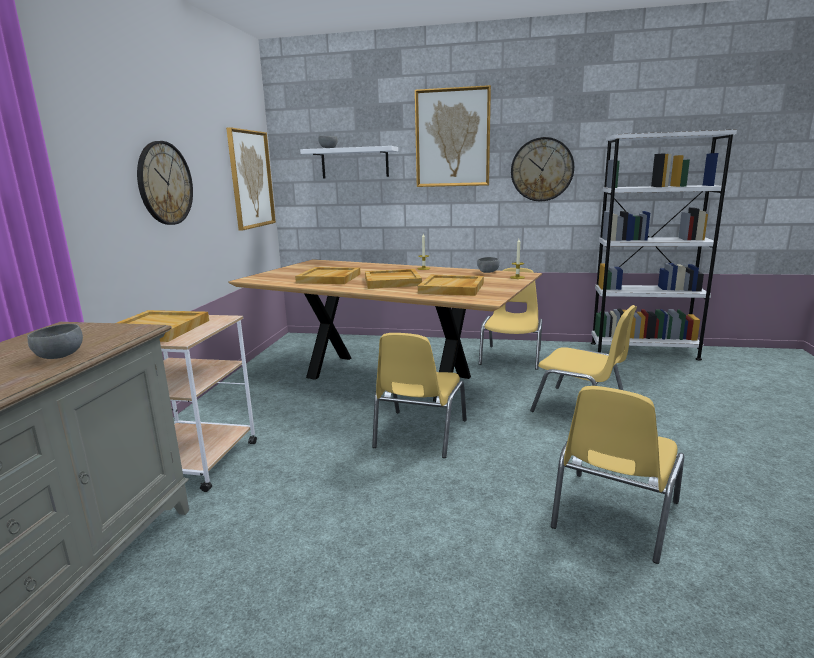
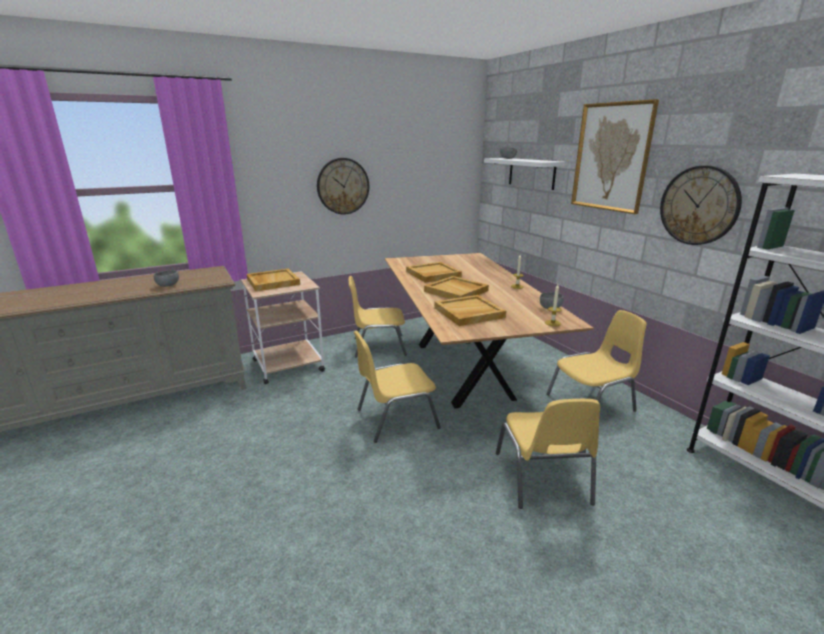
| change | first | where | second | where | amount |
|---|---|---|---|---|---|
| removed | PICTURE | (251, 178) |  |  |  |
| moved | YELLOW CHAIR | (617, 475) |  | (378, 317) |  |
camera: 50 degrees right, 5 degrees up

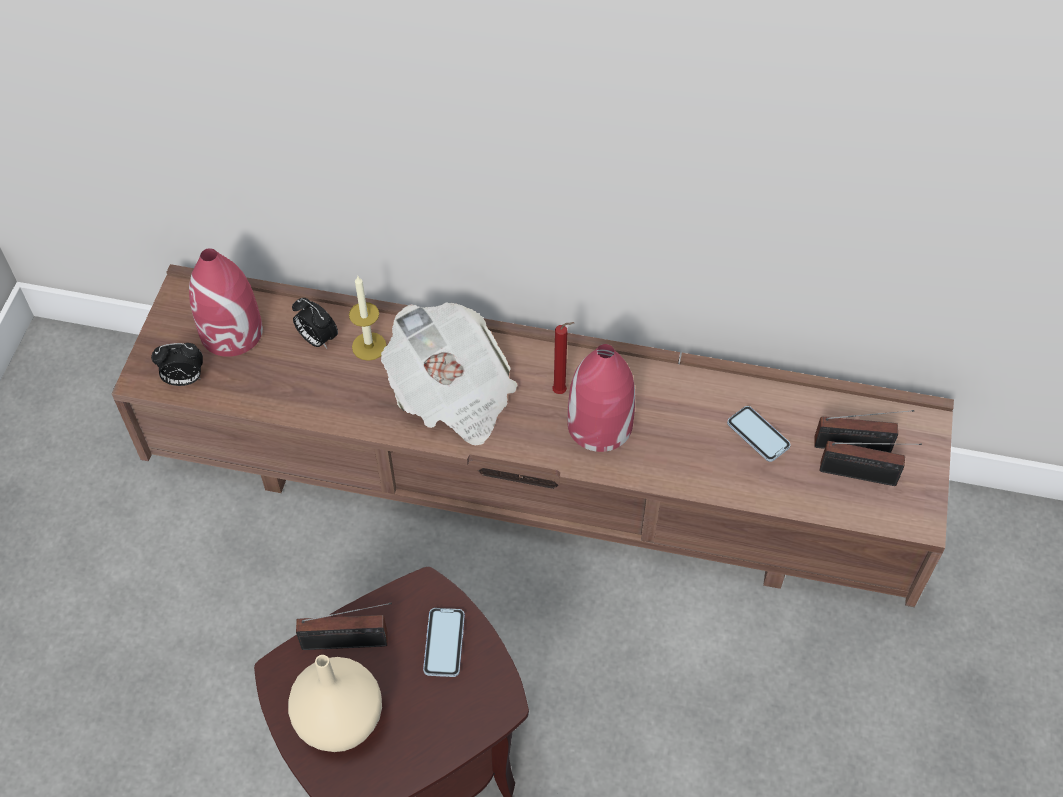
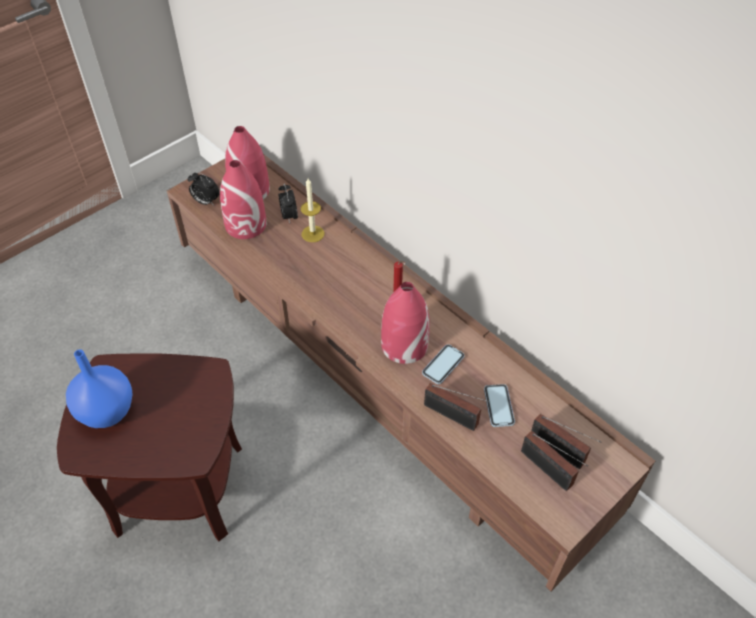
| change | first | where | second | where | amount |
|---|---|---|---|---|---|
| removed | NEWSPAPER | (449, 374) |  |  |  |
| added |  |  | RED VASE | (243, 199) |  |
| moved | RADIO | (344, 626) |  | (456, 407) |  |
| moved | PHONE | (444, 642) |  | (443, 364) |  |
| recoloured | BEIGE VASE | (335, 703) | BLUE VASE | (99, 388) |  |
camera: 35 degrees right, 5 degrees down

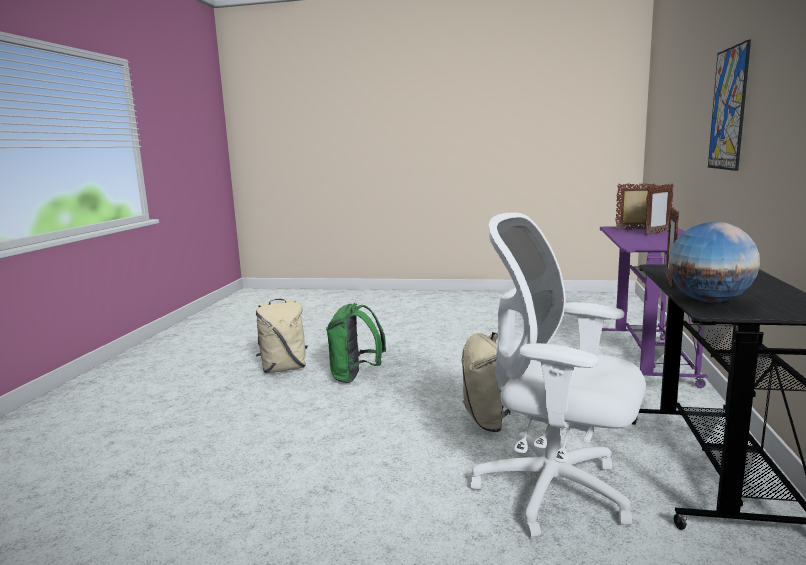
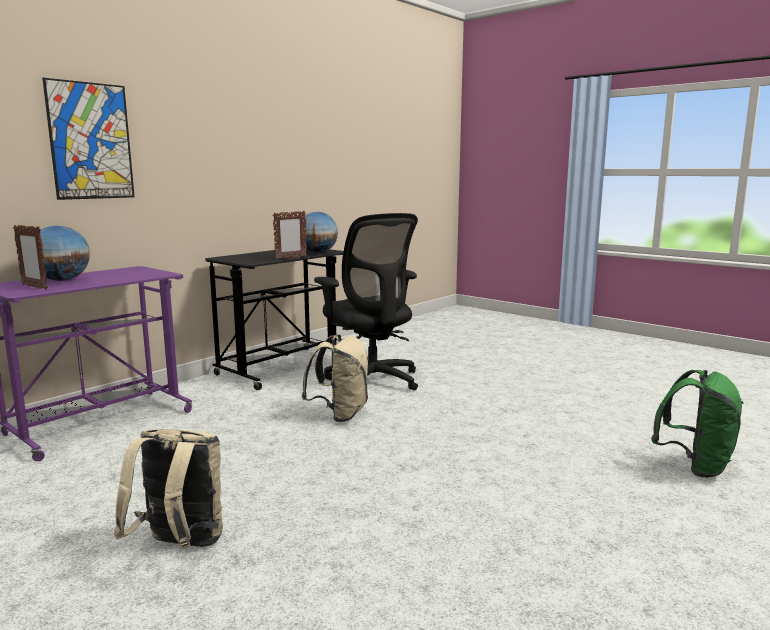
| change | first | where | second | where | amount |
|---|---|---|---|---|---|
| moved | BEIGE BACKPACK | (282, 336) |  | (168, 489) |  |
| moved | GREEN BACKPACK | (356, 343) |  | (697, 424) |  |
| replaced | PICTURE FRAME | (659, 209) | GLOBE | (65, 253) |  |
| recoloured | WHITE OFFICE CHAIR | (558, 374) | BLACK OFFICE CHAIR | (366, 302) |  |
camera: 150 degrees left, 0 degrees up

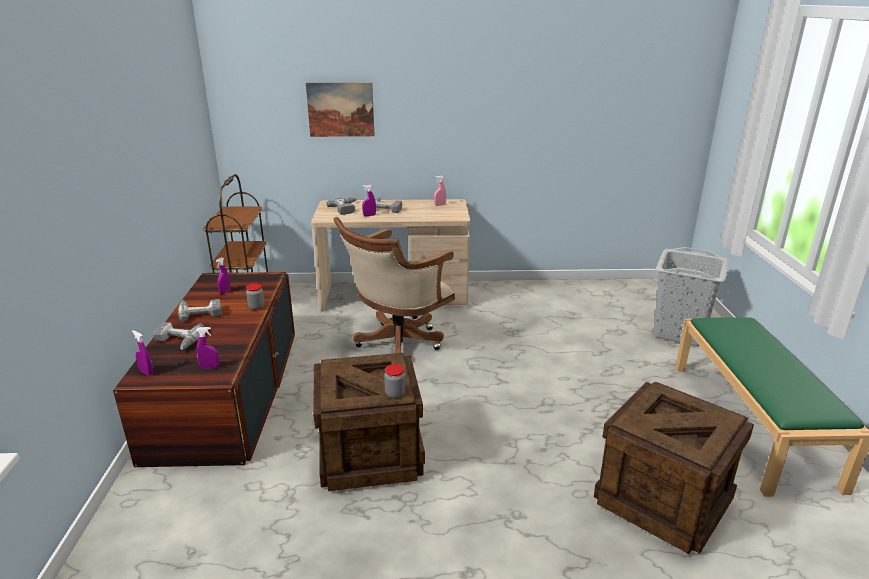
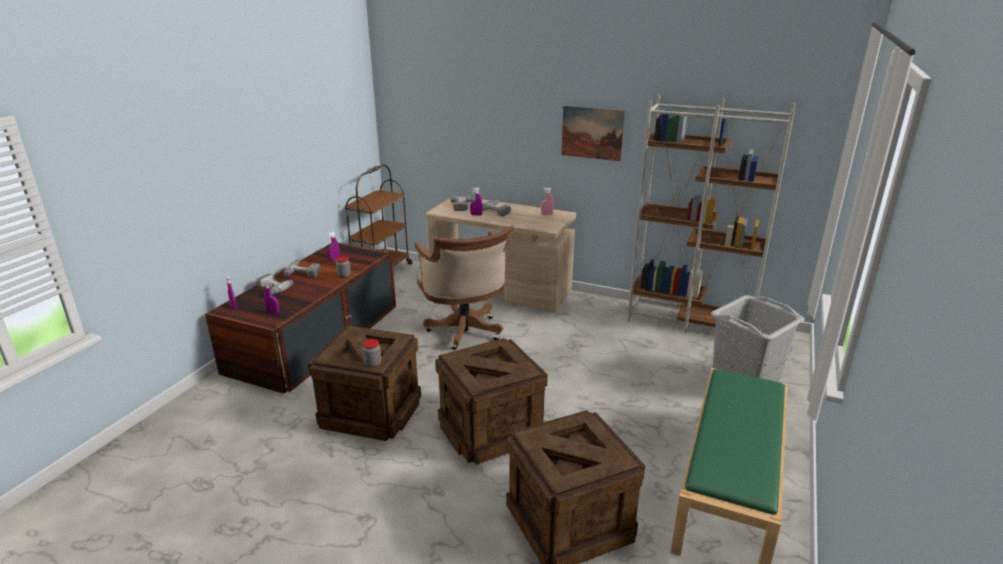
| change | first | where | second | where | amount |
|---|---|---|---|---|---|
| added |  |  | CRATE | (491, 401) |  |
| added |  |  | BROWN BOOKCASE | (711, 213) |  |
| moved | PICTURE | (340, 110) |  | (593, 133) |  |
| turned | OFFICE CHAIR | (394, 285) |  | (464, 288) | 90 degrees counterclockwise |
camera: 25 degrees right, 0 degrees up

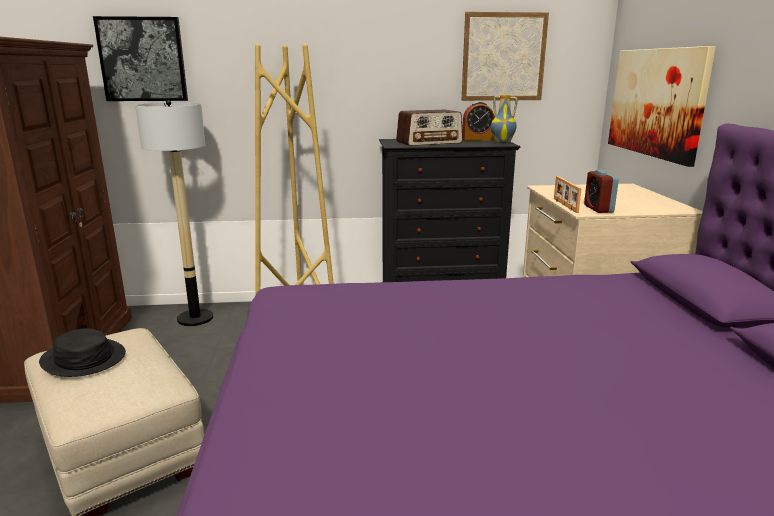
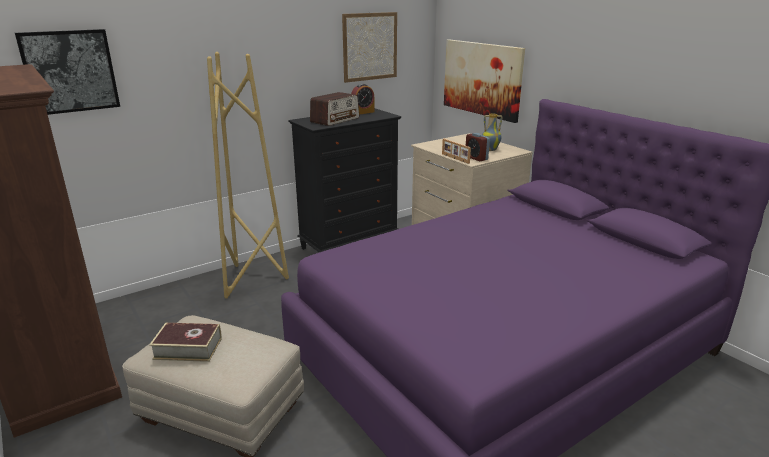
| change | first | where | second | where | amount |
|---|---|---|---|---|---|
| removed | FLOOR LAMP | (174, 213) |  |  |  |
| moved | VASE | (504, 119) |  | (492, 132) |  |
| replaced | BLACK HAT | (82, 352) | BOOK | (185, 342) |  |
camera: 30 degrees left, 5 degrees up

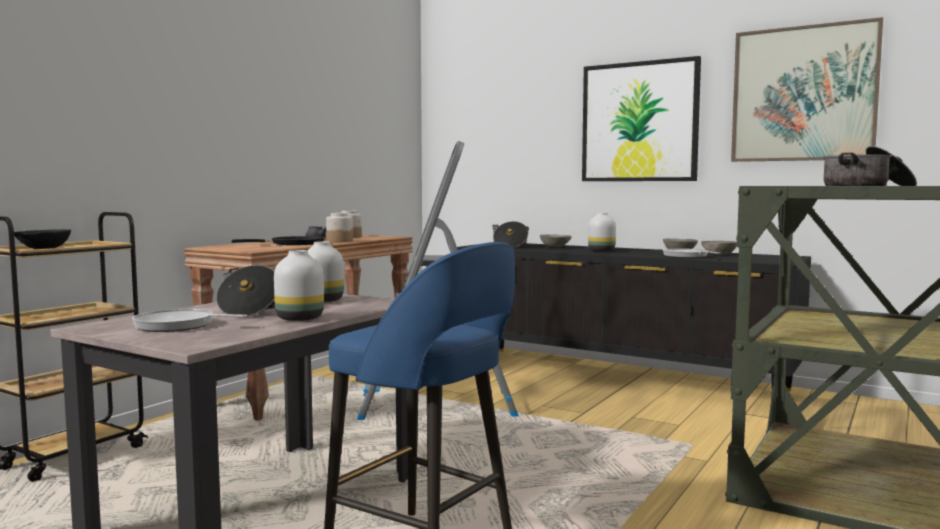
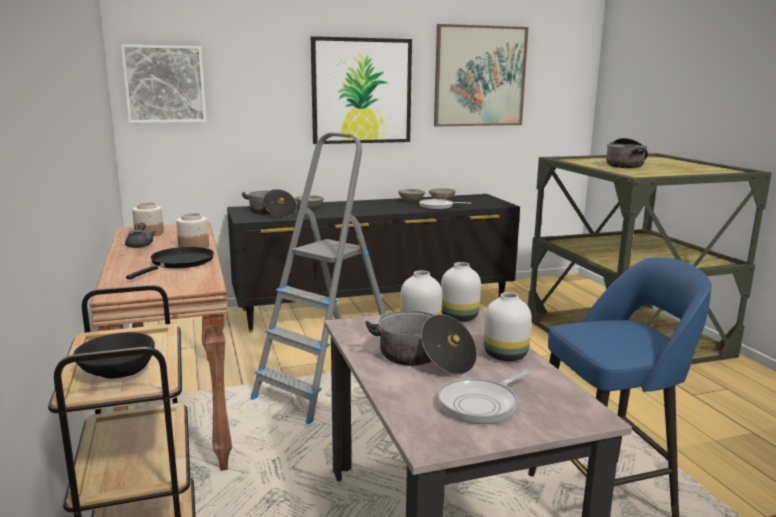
| change | first | where | second | where | amount |
|---|---|---|---|---|---|
| added |  |  | PICTURE | (163, 83) |  |
| moved | WHITE VASE | (602, 231) |  | (461, 292) |  |
camera: 50 degrees left, 10 degrees up

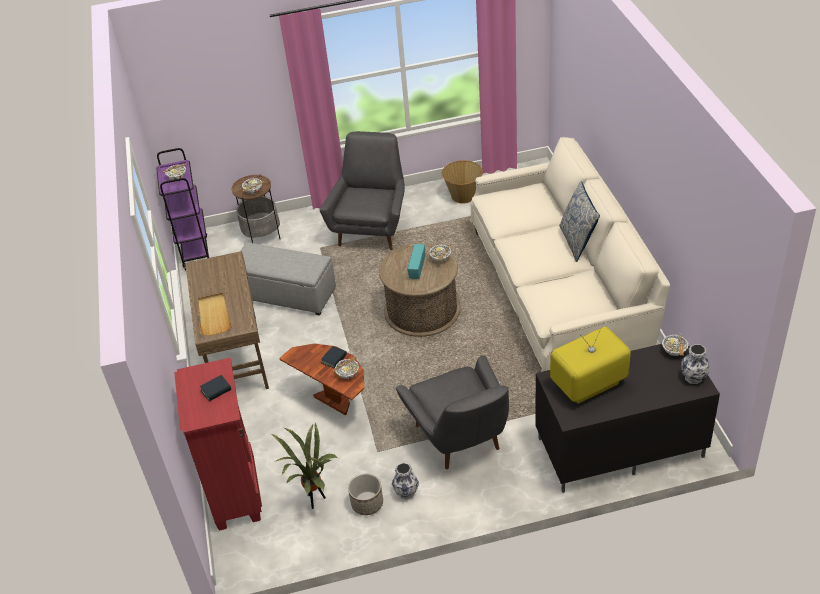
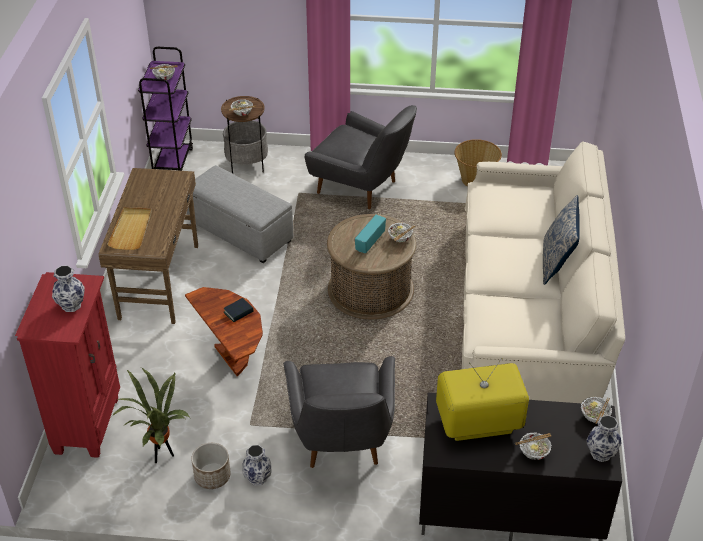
| change | first | where | second | where | amount |
|---|---|---|---|---|---|
| moved | BOWL | (345, 368) |  | (533, 446) |  |
| replaced | BOOK | (215, 388) | VASE | (68, 289) |  |
| turned | GREY ARMCHAIR | (362, 190) |  | (360, 157) | 90 degrees clockwise |
camera: 15 degrees right, 0 degrees up

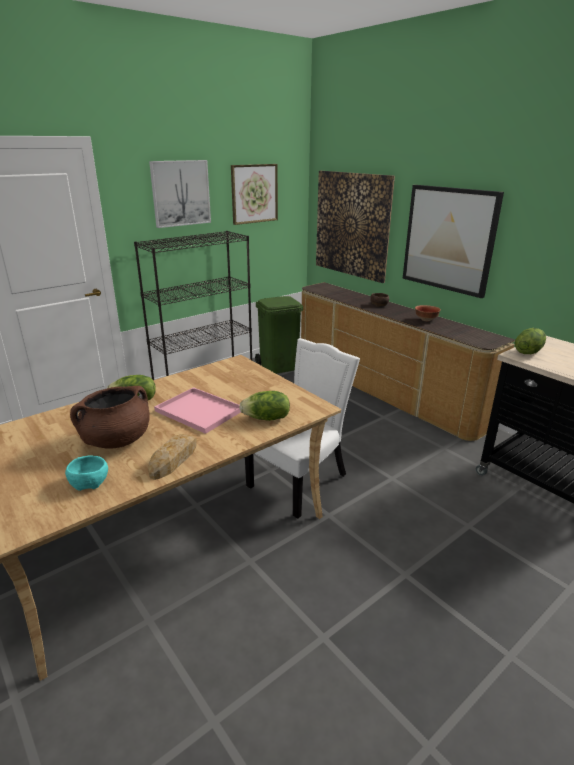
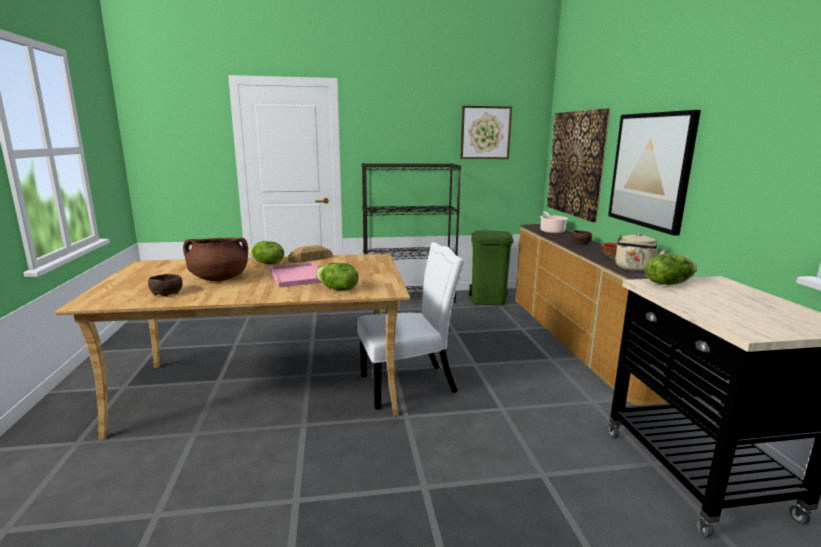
| change | first | where | second | where | amount |
|---|---|---|---|---|---|
| removed | PICTURE | (180, 194) |  |  |  |
| added |  |  | COOKING POT | (554, 222) |  |
| added |  |  | BEIGE KETTLE | (641, 252) |  |
| moved | BREAD | (172, 457) |  | (310, 254) |  |
| recoloured | TURQUOISE BOWL | (86, 473) | BROWN BOWL | (165, 285) |  |
camera: 30 degrees right, 10 degrees down

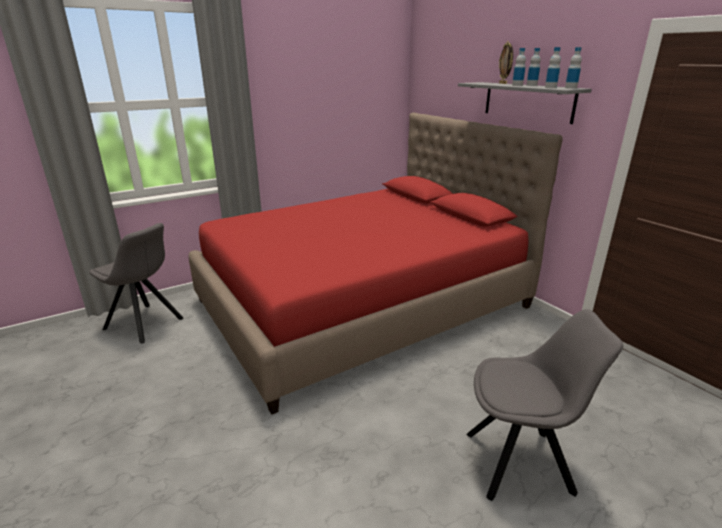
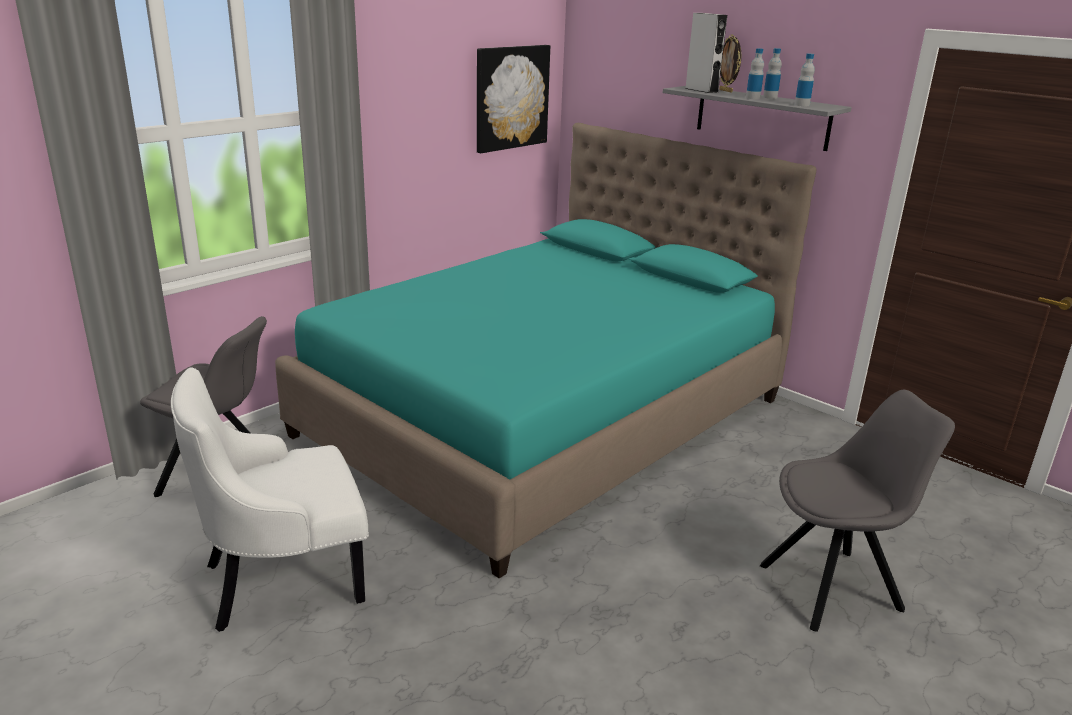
| change | first | where | second | where | amount |
|---|---|---|---|---|---|
| removed | BOTTLE | (573, 68) |  |  |  |
| added |  |  | WHITE CHAIR | (270, 499) |  |
| added |  |  | PICTURE | (513, 99) |  |
| added |  |  | GREY SPEAKER | (706, 53) |  |
| recoloured | RED BED | (376, 264) | TURQUOISE BED | (545, 351) |  |
camera: 15 degrees left, 0 degrees up

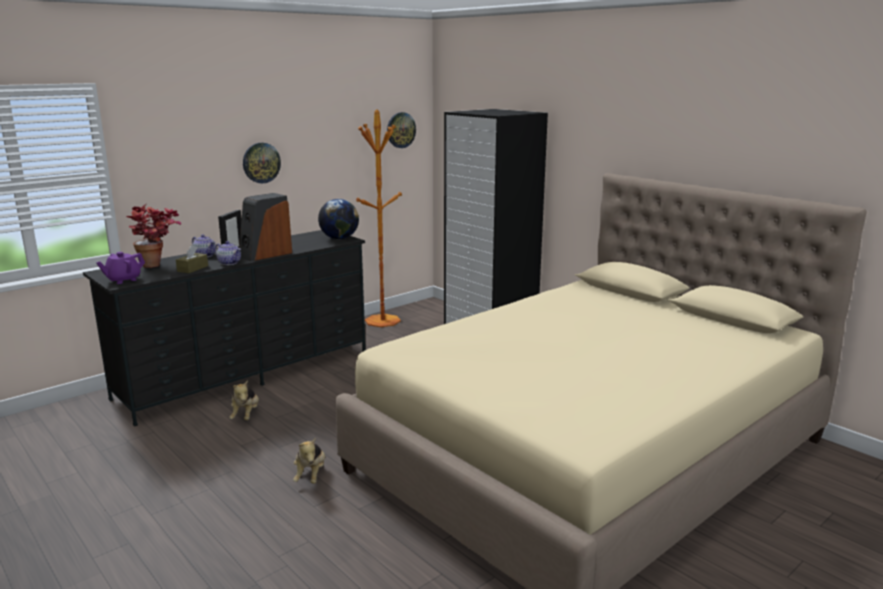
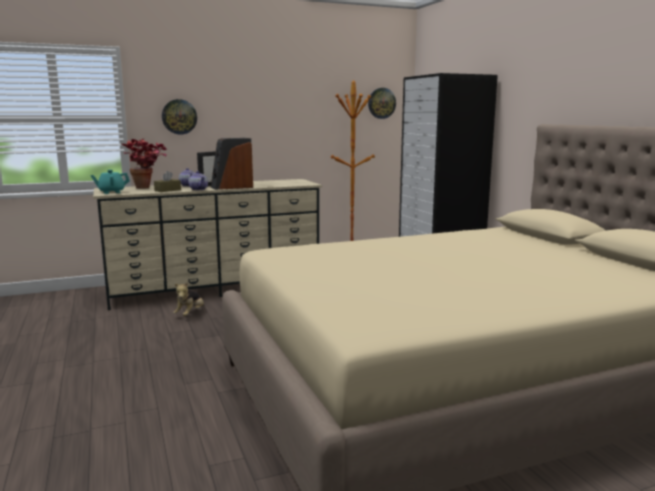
| change | first | where | second | where | amount |
|---|---|---|---|---|---|
| removed | PLUSH TOY | (309, 460) |  |  |  |
| removed | GLOBE | (338, 219) |  |  |  |
| moved | WALL CLOCK | (262, 163) |  | (179, 117) |  |
| recoloured | BLACK DRESSER | (224, 328) | BEIGE DRESSER | (207, 244) |  |
| recoloured | PURPLE TEAPOT | (120, 268) | TURQUOISE TEAPOT | (110, 182) |  |
camera: 20 degrees right, 5 degrees down

